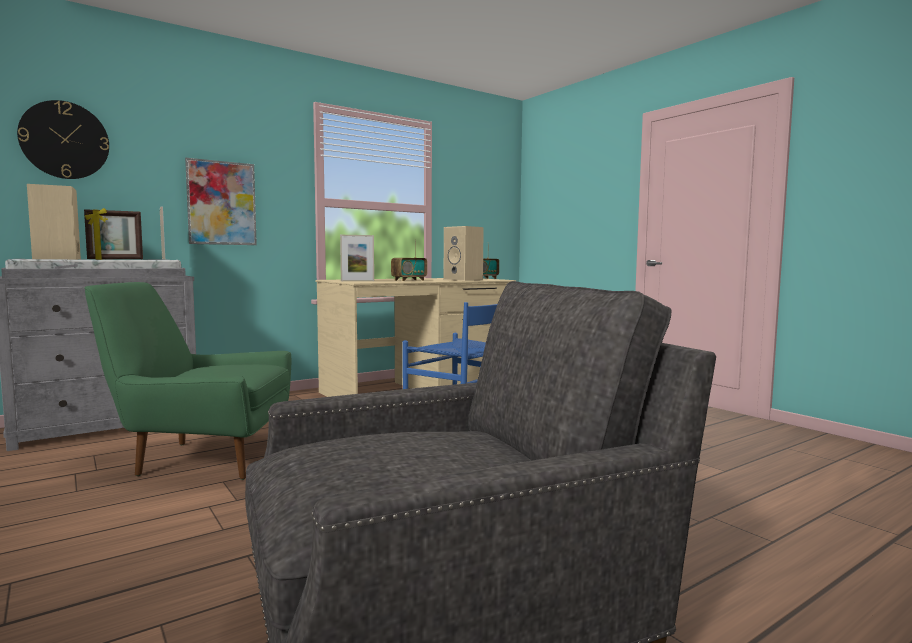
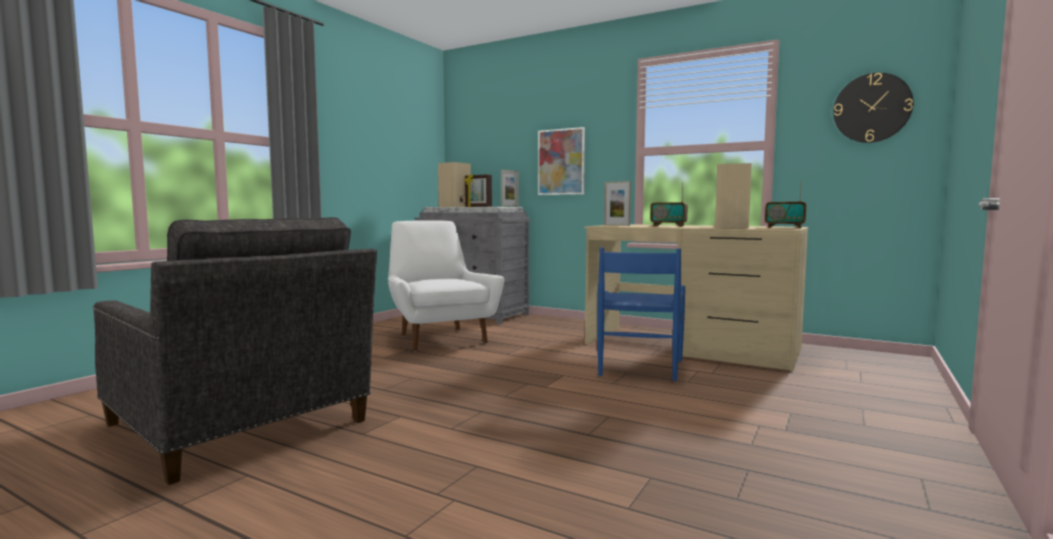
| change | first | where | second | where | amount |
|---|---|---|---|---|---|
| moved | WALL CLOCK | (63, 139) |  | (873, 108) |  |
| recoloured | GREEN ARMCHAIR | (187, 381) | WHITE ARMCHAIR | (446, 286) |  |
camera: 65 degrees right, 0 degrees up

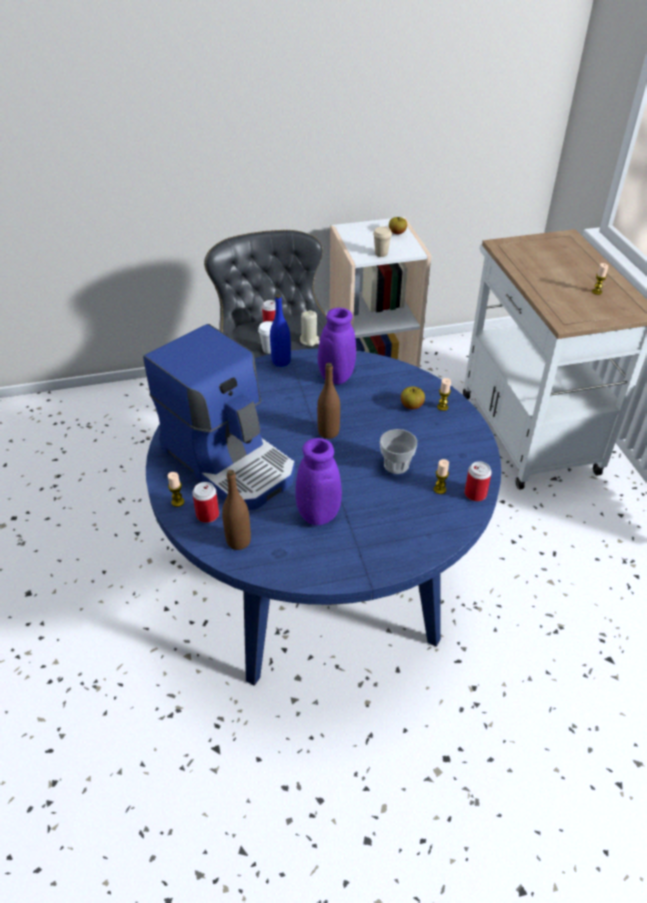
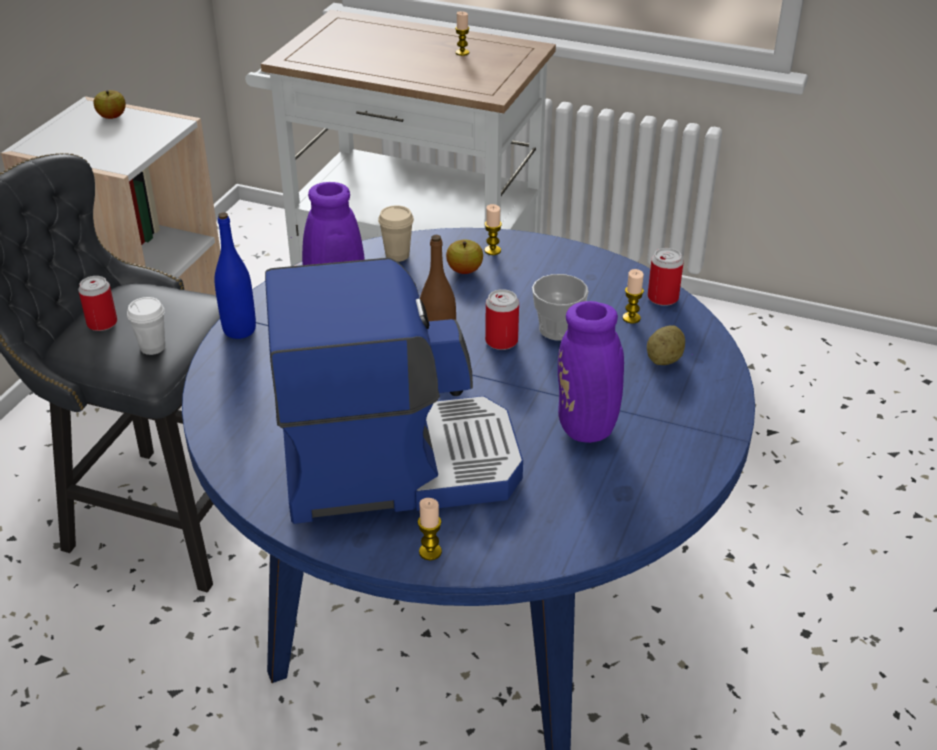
| change | first | where | second | where | amount |
|---|---|---|---|---|---|
| removed | BROWN BOTTLE | (236, 510) |  |  |  |
| removed | BEIGE CANDLE | (310, 328) |  |  |  |
| added |  |  | POTATO | (666, 345) |  |
| moved | CAN | (205, 502) |  | (502, 319) |  |
| moved | BEIGE CUP | (382, 241) |  | (396, 233) |  |
camera: 55 degrees left, 5 degrees down

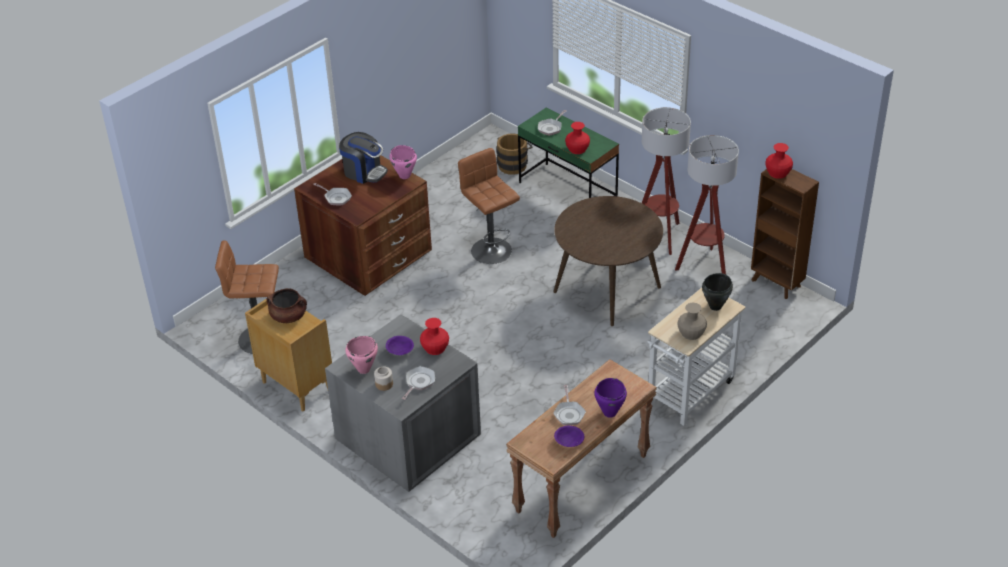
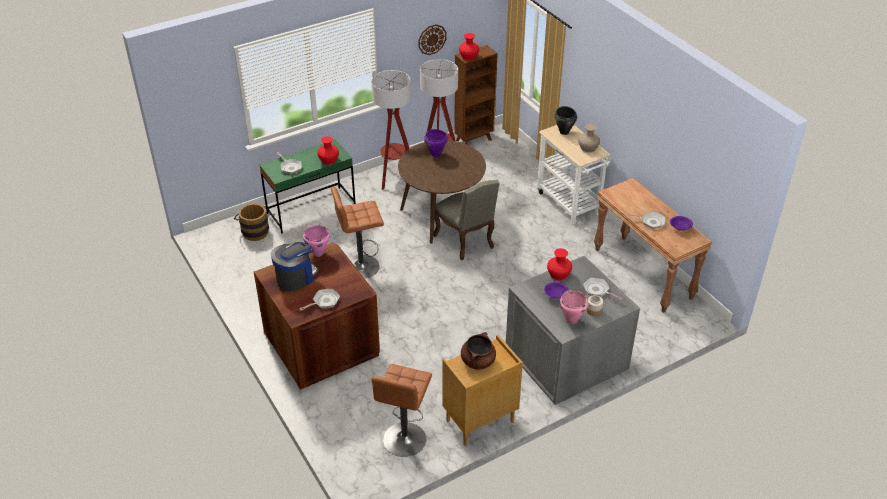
| change | first | where | second | where | amount |
|---|---|---|---|---|---|
| added |  |  | WALL CLOCK | (432, 39) |  |
| added |  |  | GREY CHAIR | (466, 220) |  |
| moved | PURPLE COOKING POT | (610, 398) |  | (436, 143) |  |
camera: 75 degrees left, 0 degrees up

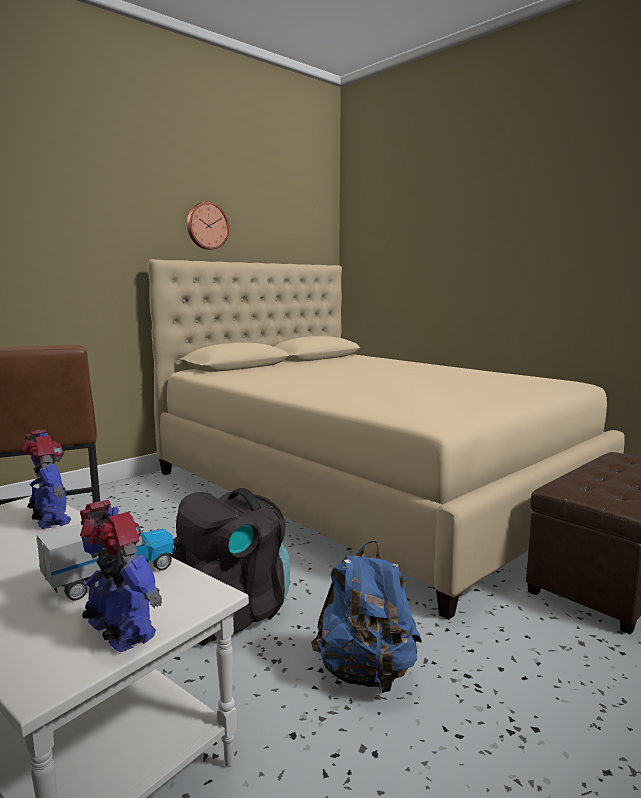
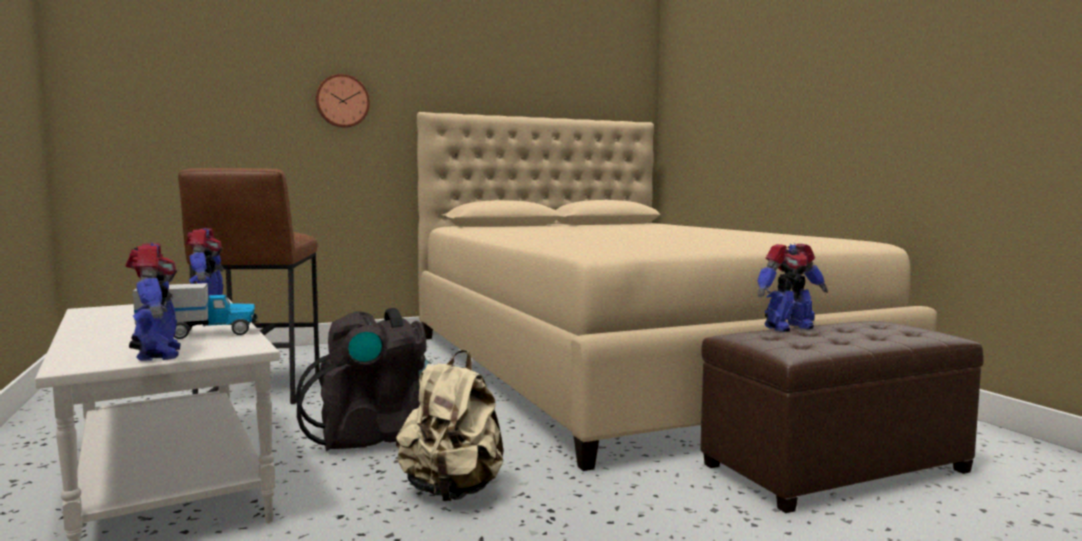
| change | first | where | second | where | amount |
|---|---|---|---|---|---|
| added |  |  | TOY ROBOT | (792, 287) |  |
| moved | WALL CLOCK | (208, 226) |  | (342, 101) |  |
| recoloured | BLUE BACKPACK | (366, 617) | BEIGE BACKPACK | (449, 425) |  |
camera: 20 degrees right, 5 degrees down

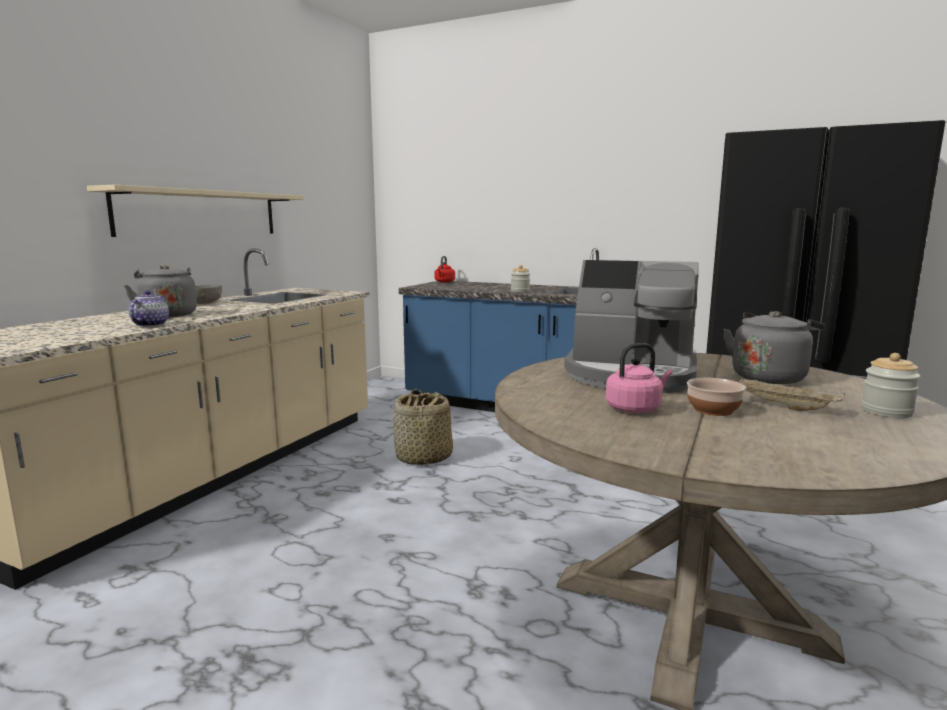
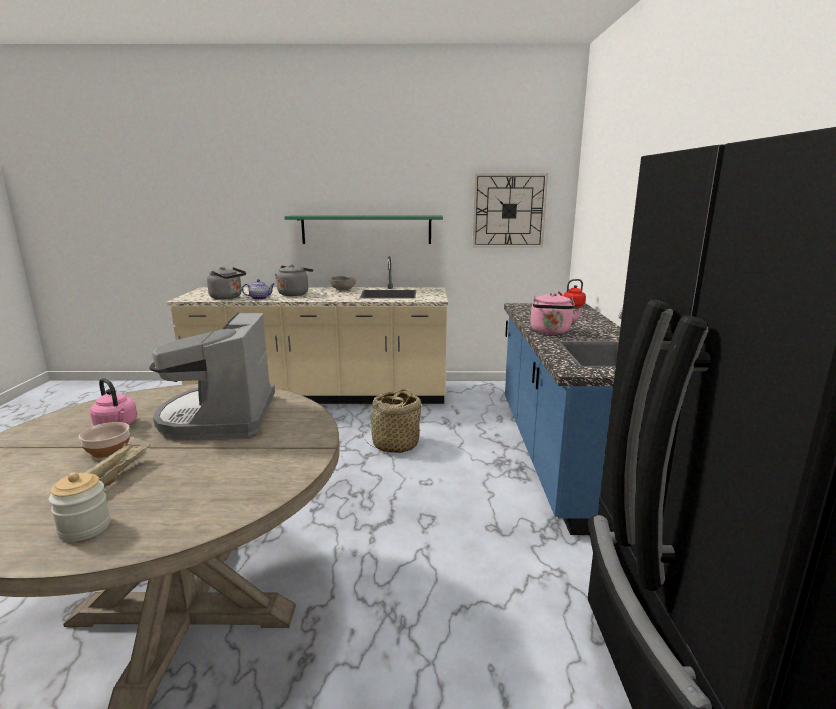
| change | first | where | second | where | amount |
|---|---|---|---|---|---|
| added |  |  | WALL CLOCK | (510, 210) |  |
| moved | GREY KETTLE | (774, 347) |  | (226, 283) |  |
| replaced | JAR | (520, 278) | PINK KETTLE | (556, 313) |  |
| recoloured | BEIGE SHELF | (195, 211) | GREEN SHELF | (363, 229) |  |
camera: 65 degrees right, 5 degrees up

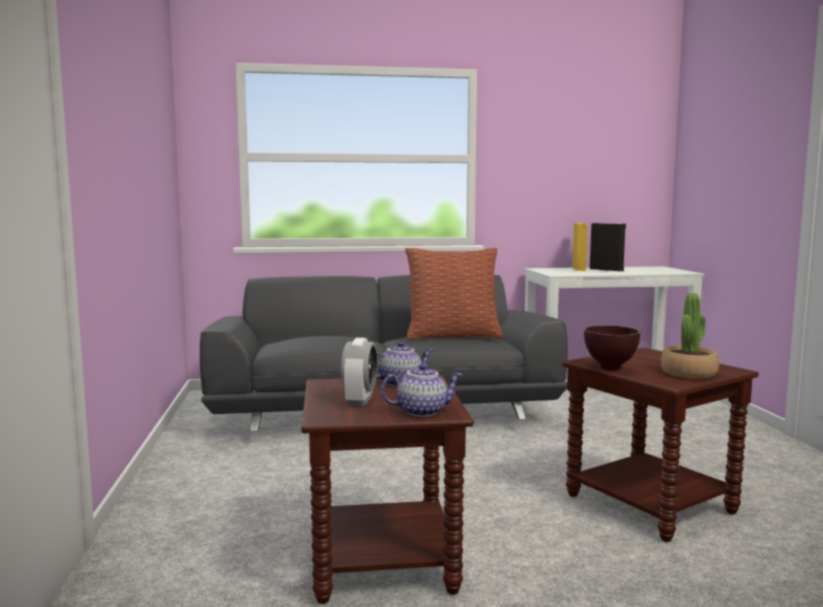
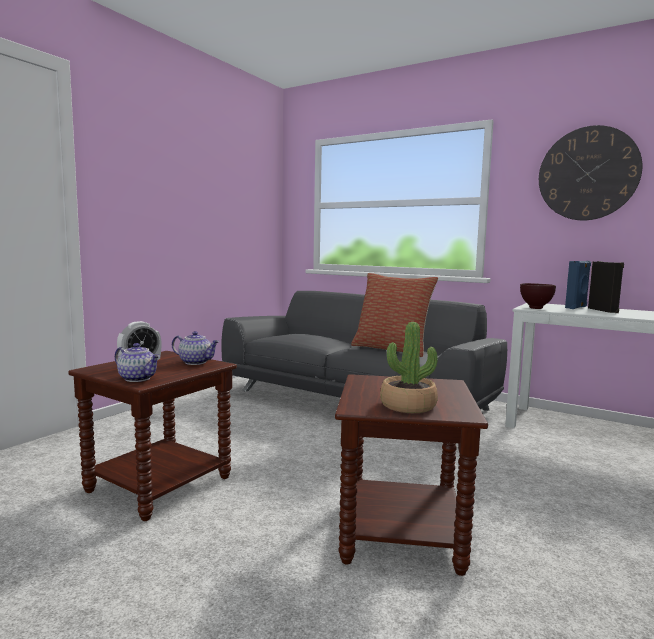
| change | first | where | second | where | amount |
|---|---|---|---|---|---|
| added |  |  | WALL CLOCK | (590, 172) |  |
| moved | BROWN BOWL | (612, 347) |  | (538, 296) |  |
| recoloured | YELLOW SPEAKER | (580, 247) | BLUE SPEAKER | (578, 285) |  |
camera: 40 degrees right, 0 degrees up

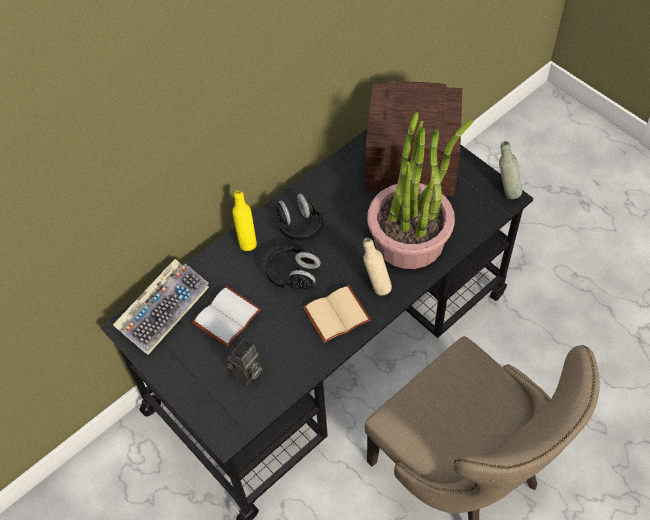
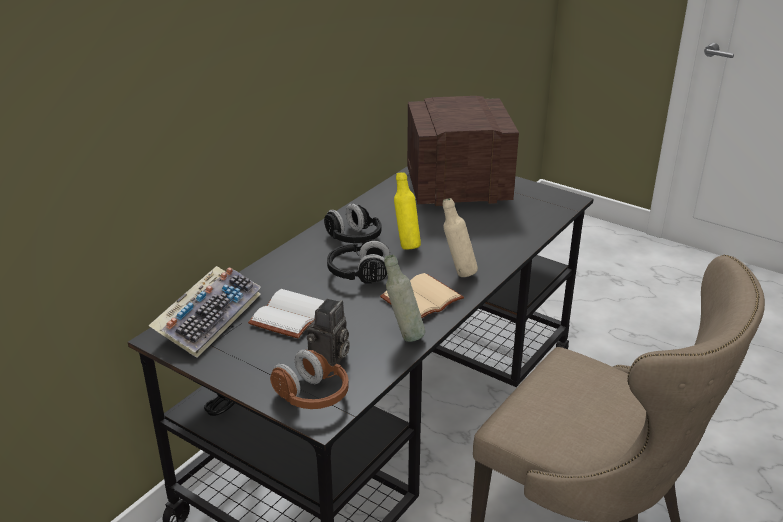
| change | first | where | second | where | amount |
|---|---|---|---|---|---|
| removed | POTTED PLANT | (420, 190) |  |  |  |
| added |  |  | BROWN HEADPHONES | (309, 379) |  |
| moved | YELLOW BOTTLE | (244, 220) |  | (407, 211) |  |
| moved | GREY BOTTLE | (510, 170) |  | (404, 298) |  |
camera: 15 degrees left, 25 degrees down

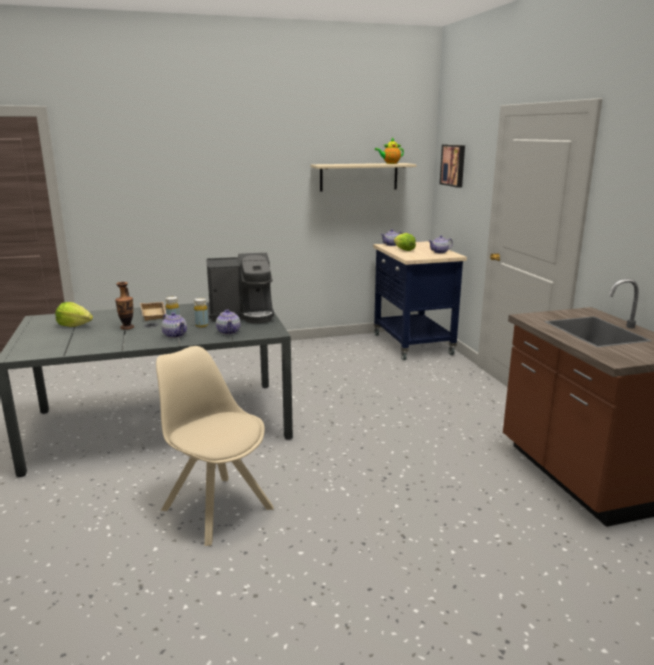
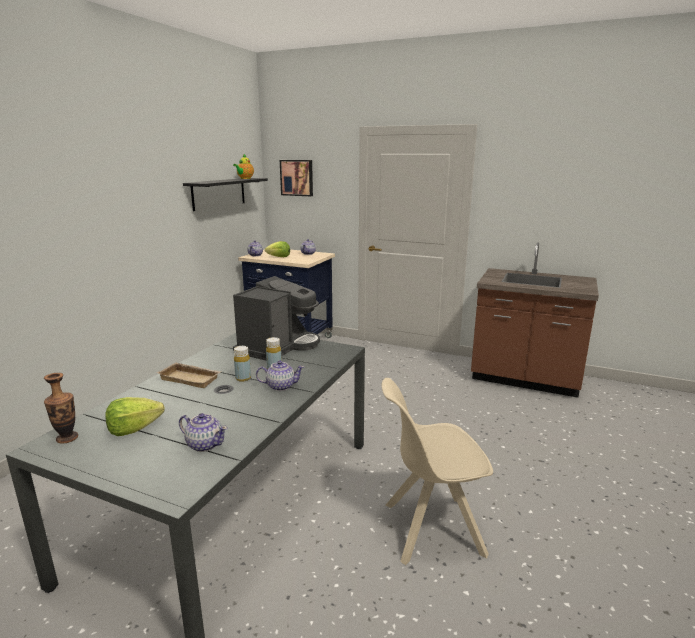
| change | first | where | second | where | amount |
|---|---|---|---|---|---|
| moved | VASE | (124, 306) |  | (61, 408) |  |
| moved | TEAPOT | (228, 322) |  | (203, 432) |  |
| recoloured | BEIGE SHELF | (363, 177) | BLACK SHELF | (225, 194) |  |
camera: 50 degrees left, 0 degrees up

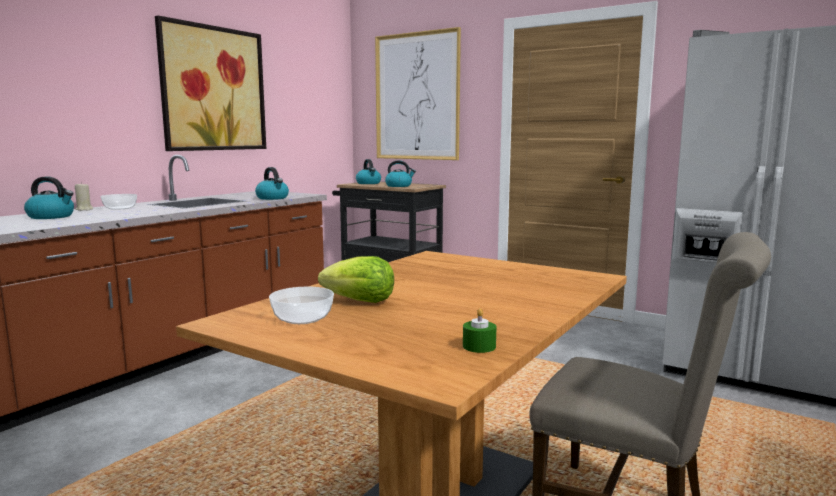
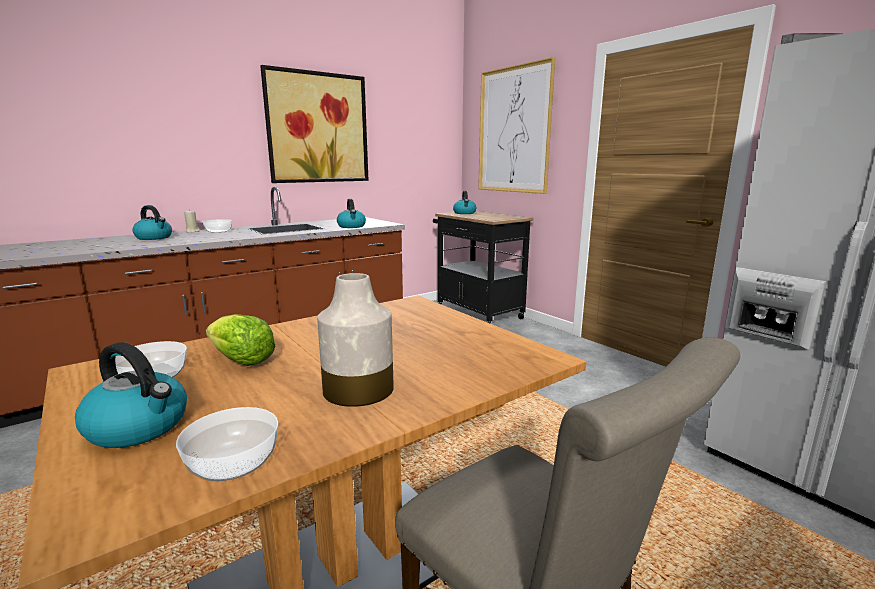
| change | first | where | second | where | amount |
|---|---|---|---|---|---|
| added |  |  | BEIGE VASE | (355, 340) |  |
| moved | KETTLE | (400, 173) |  | (131, 395) |  |
| replaced | GREEN CANDLE | (480, 330) | BOWL | (227, 444) |  |
camera: 20 degrees right, 5 degrees up

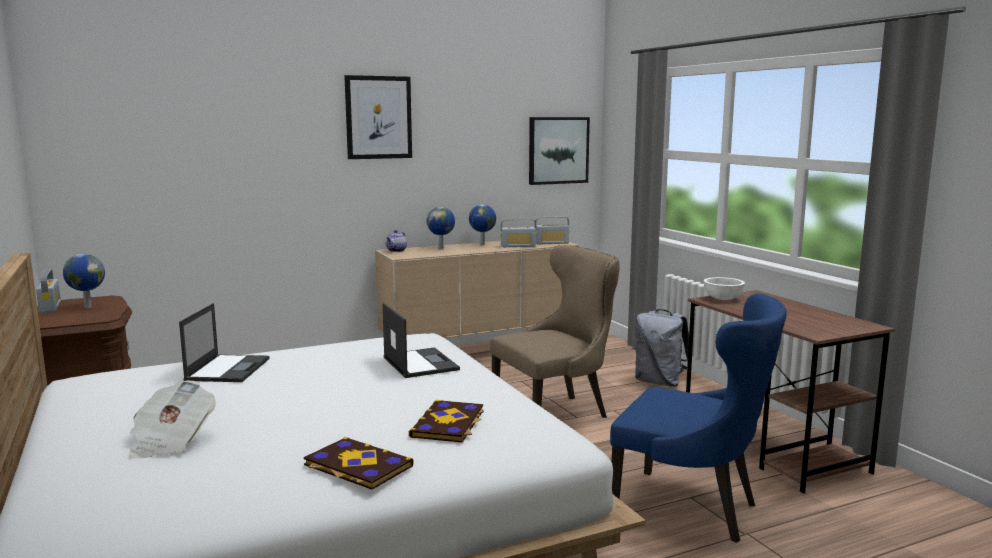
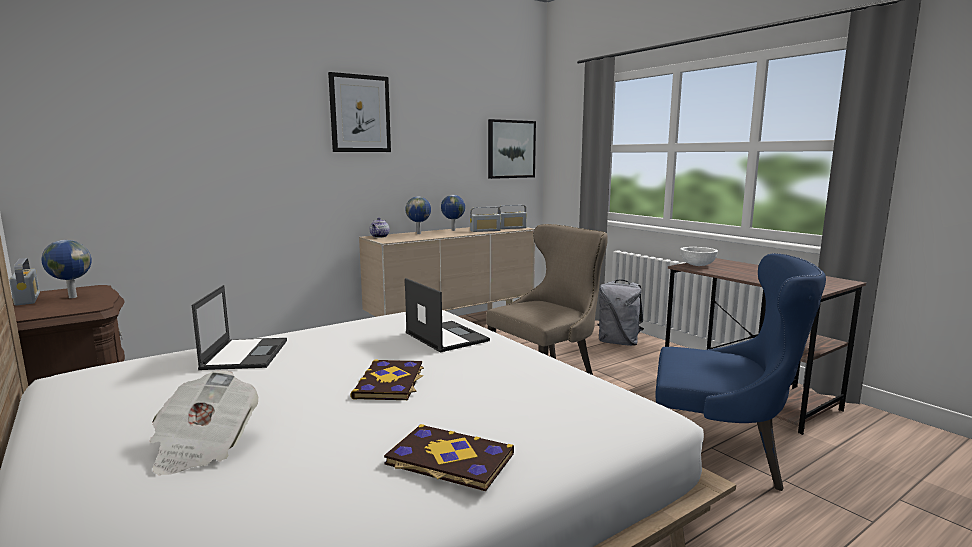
| change | first | where | second | where | amount |
|---|---|---|---|---|---|
| moved | BOOK | (446, 421) |  | (387, 379) |  |
camera: 10 degrees left, 0 degrees up

